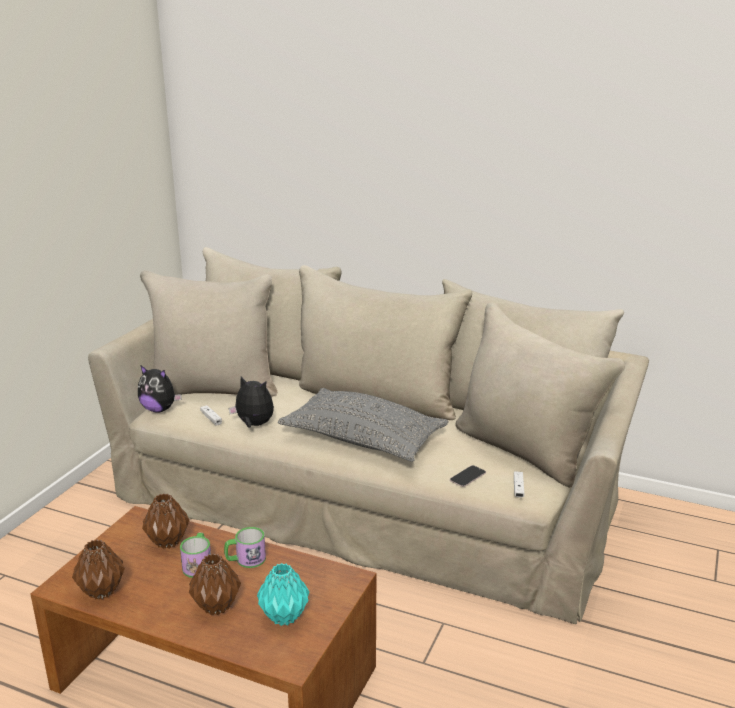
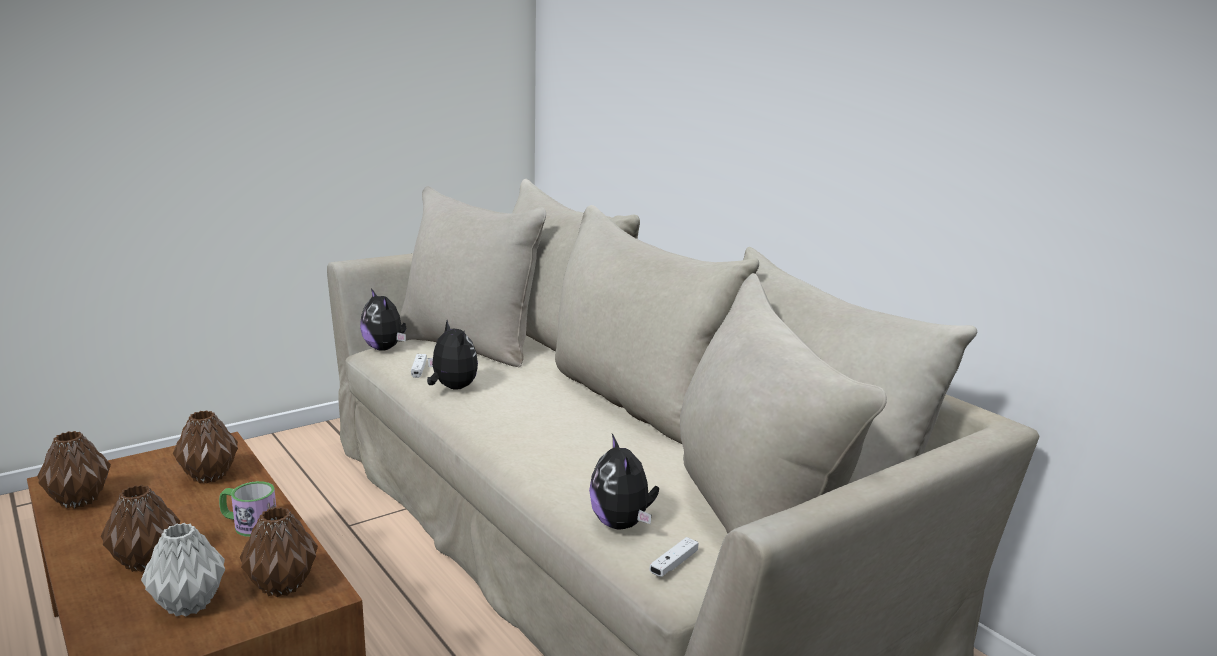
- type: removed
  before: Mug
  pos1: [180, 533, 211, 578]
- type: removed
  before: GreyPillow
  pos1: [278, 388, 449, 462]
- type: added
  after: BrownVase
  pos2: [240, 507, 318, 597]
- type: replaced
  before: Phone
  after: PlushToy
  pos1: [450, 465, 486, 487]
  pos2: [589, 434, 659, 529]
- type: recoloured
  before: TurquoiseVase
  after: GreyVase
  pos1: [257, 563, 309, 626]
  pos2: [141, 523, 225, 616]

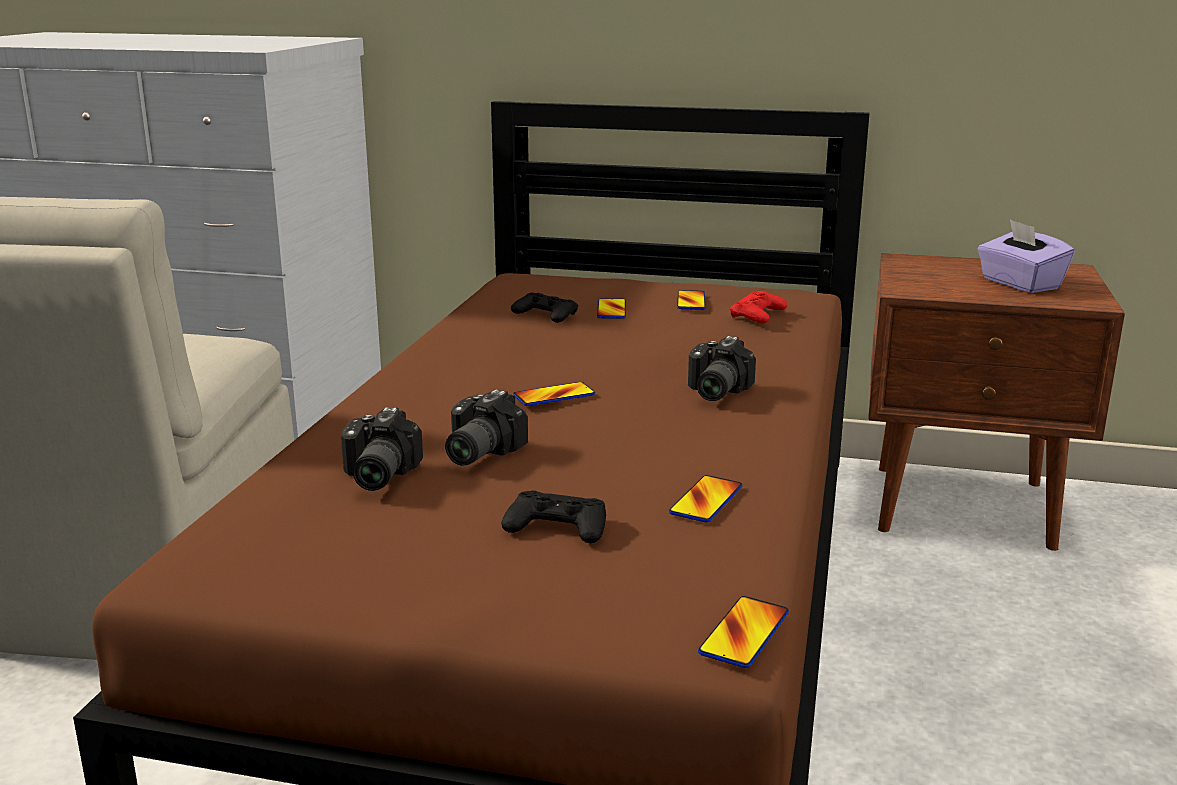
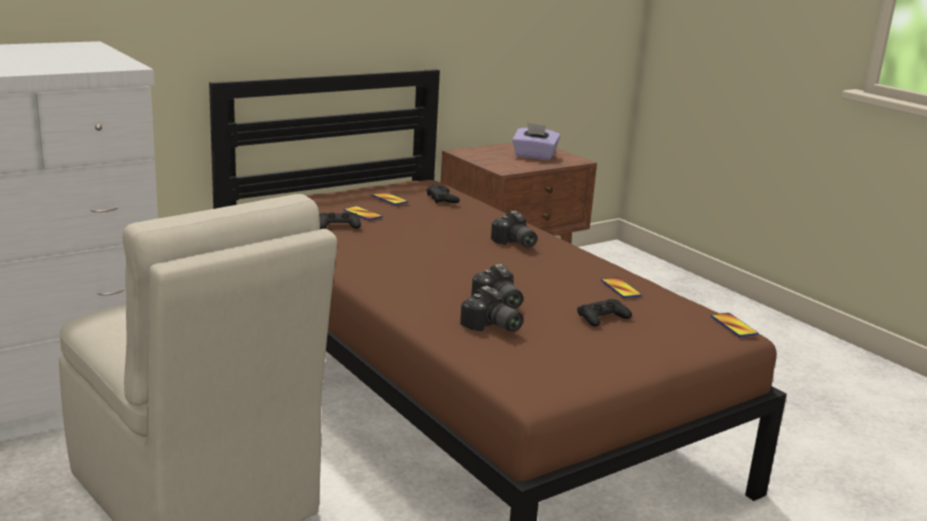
- type: removed
  before: Phone
  pos1: [513, 382, 595, 406]
- type: recoloured
  before: RedGameController
  after: BlackGameController
  pos1: [730, 291, 787, 323]
  pos2: [426, 185, 460, 204]

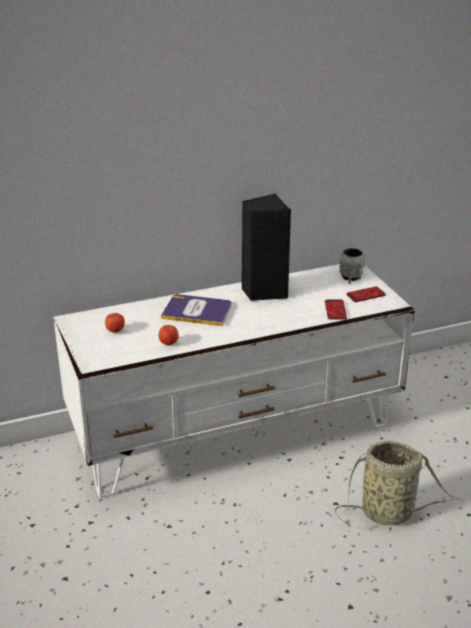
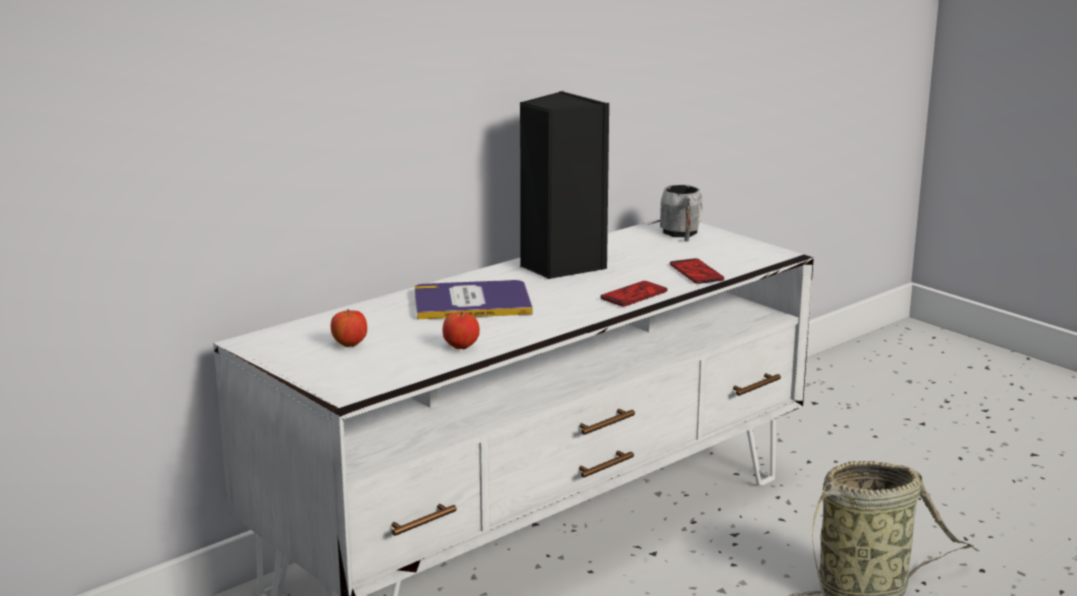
- type: moved
  before: Phone
  pos1: [346, 286, 386, 302]
  pos2: [600, 281, 667, 307]

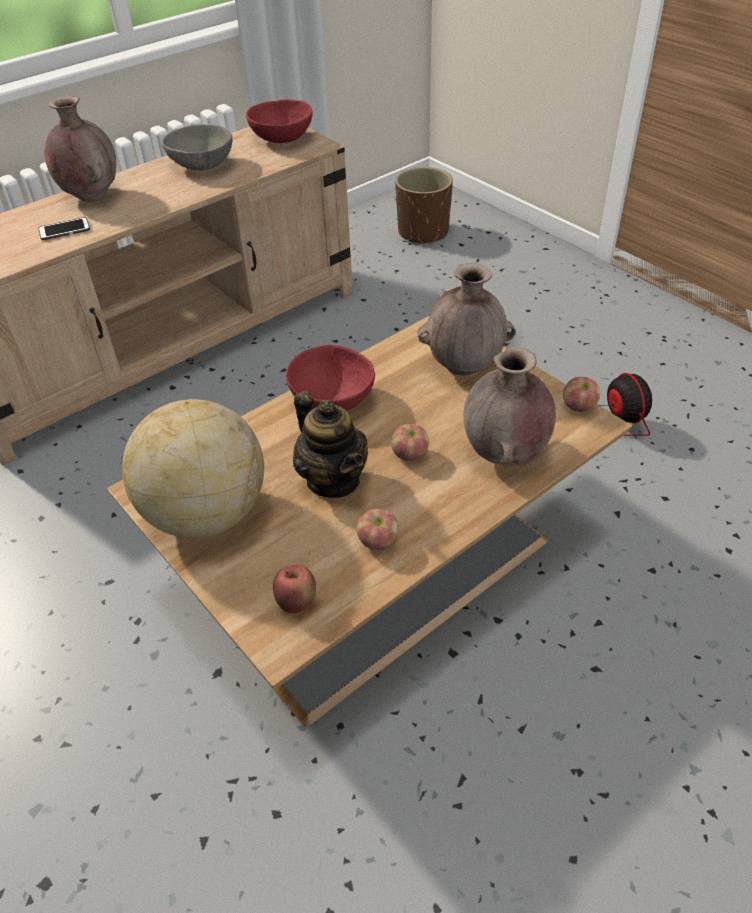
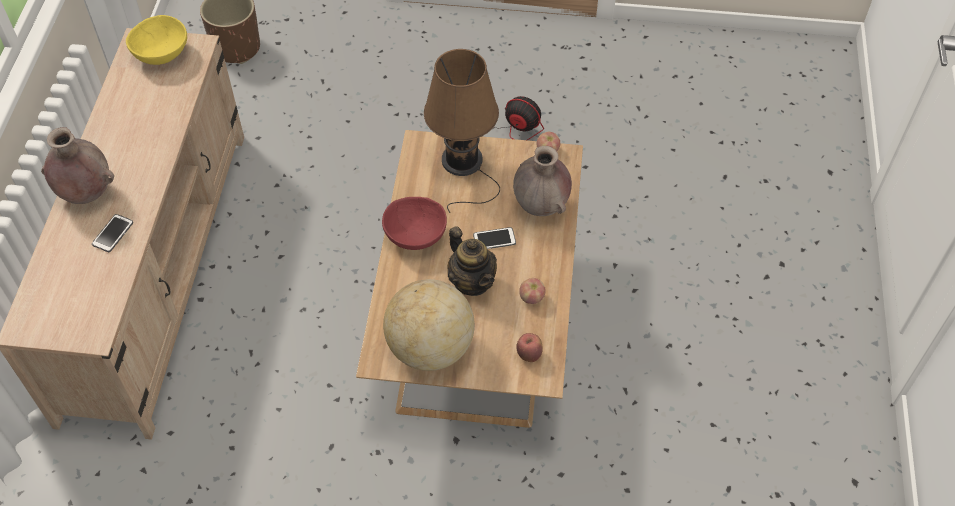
- type: removed
  before: GreyBowl
  pos1: [162, 125, 232, 170]
- type: replaced
  before: Apple
  after: Phone
  pos1: [391, 424, 429, 461]
  pos2: [473, 227, 516, 249]
- type: replaced
  before: BrownVase
  after: BrownTableLamp
  pos1: [417, 263, 516, 376]
  pos2: [424, 49, 500, 213]
- type: recoloured
  before: RedBowl
  after: YellowBowl
  pos1: [246, 99, 313, 143]
  pos2: [126, 15, 187, 65]
- type: turned
  before: Teapot
  pos1: [293, 391, 368, 498]
  pos2: [447, 226, 497, 296]
  turn: 45

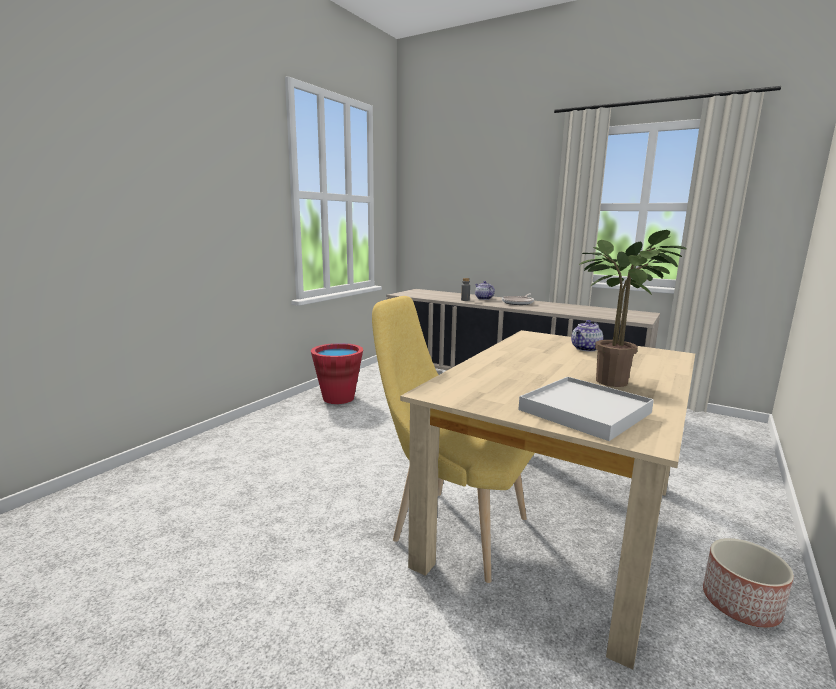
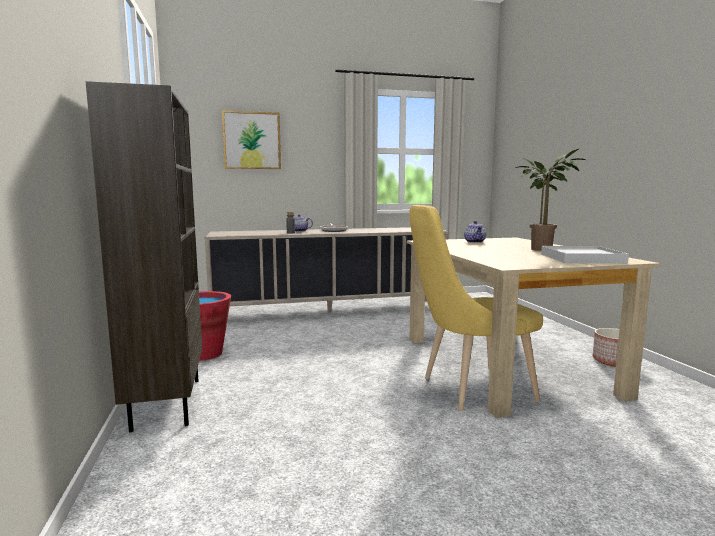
- type: added
  after: BrownBookcase
  pos2: [86, 81, 202, 432]
- type: added
  after: Picture
  pos2: [222, 110, 281, 169]

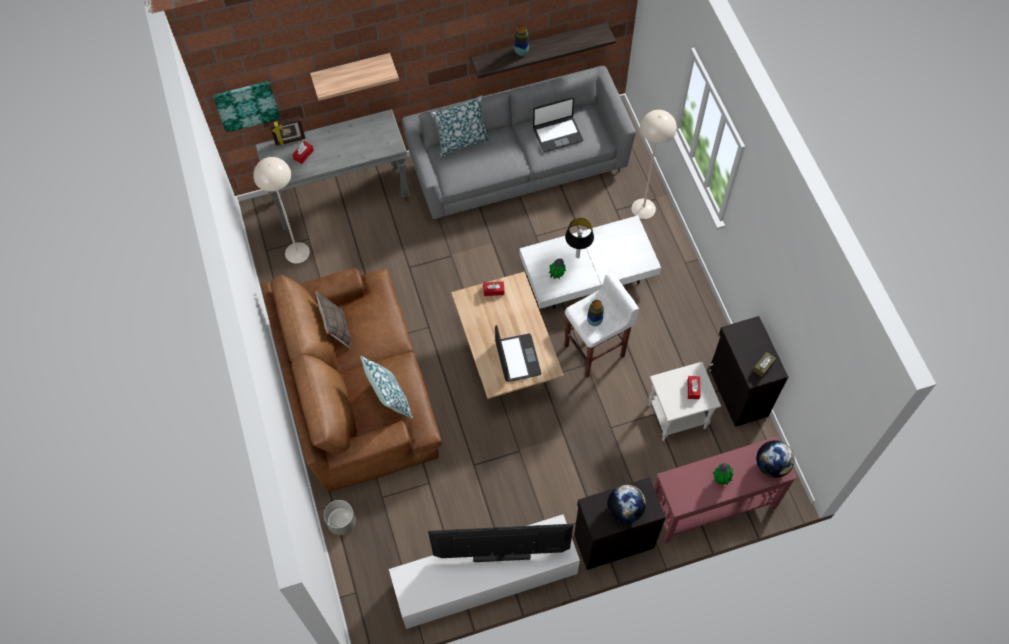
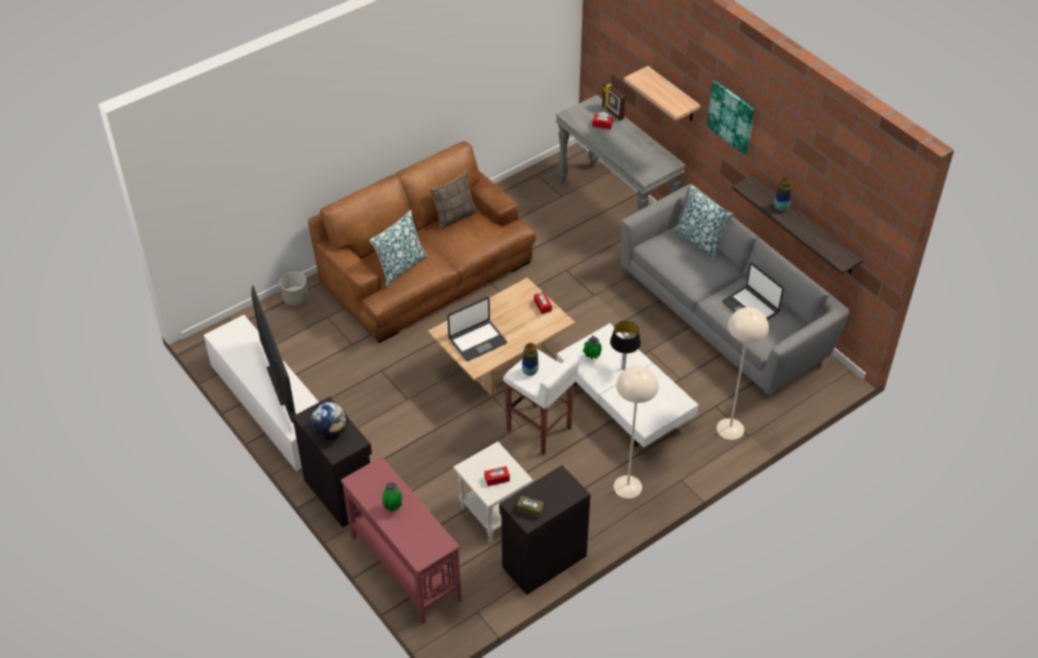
- type: removed
  before: Globe
  pos1: [756, 440, 795, 478]
- type: moved
  before: Picture
  pos1: [213, 81, 280, 133]
  pos2: [707, 80, 754, 155]
- type: moved
  before: BeigeFloorLamp
  pos1: [253, 157, 310, 263]
  pos2: [614, 366, 659, 499]

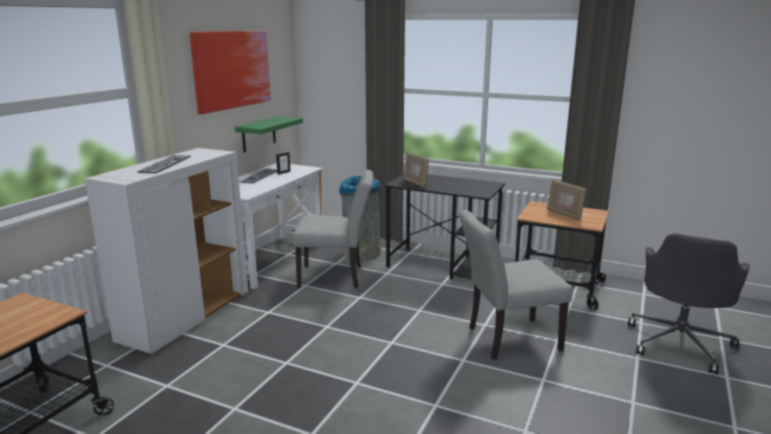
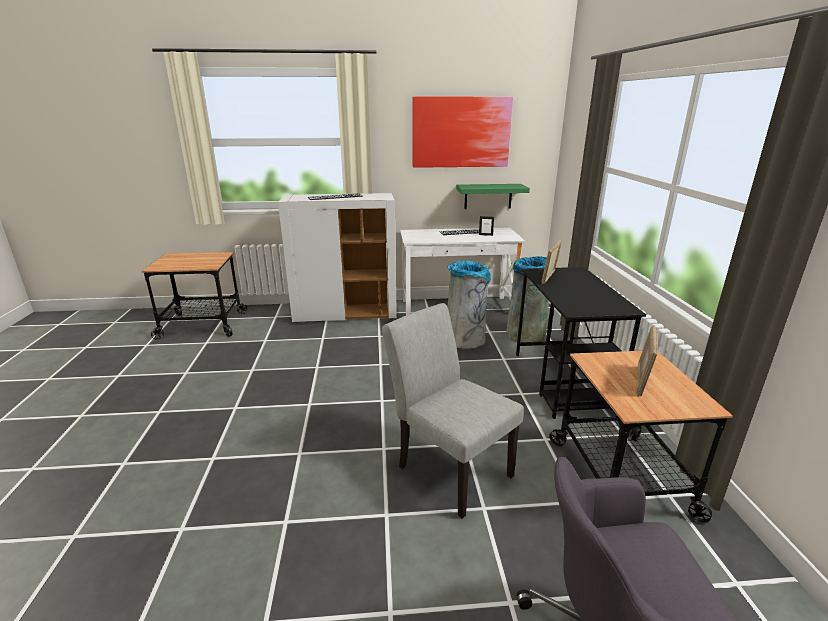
- type: replaced
  before: GreyChair
  after: GreyTrashCan
  pos1: [293, 170, 374, 288]
  pos2: [448, 260, 491, 349]

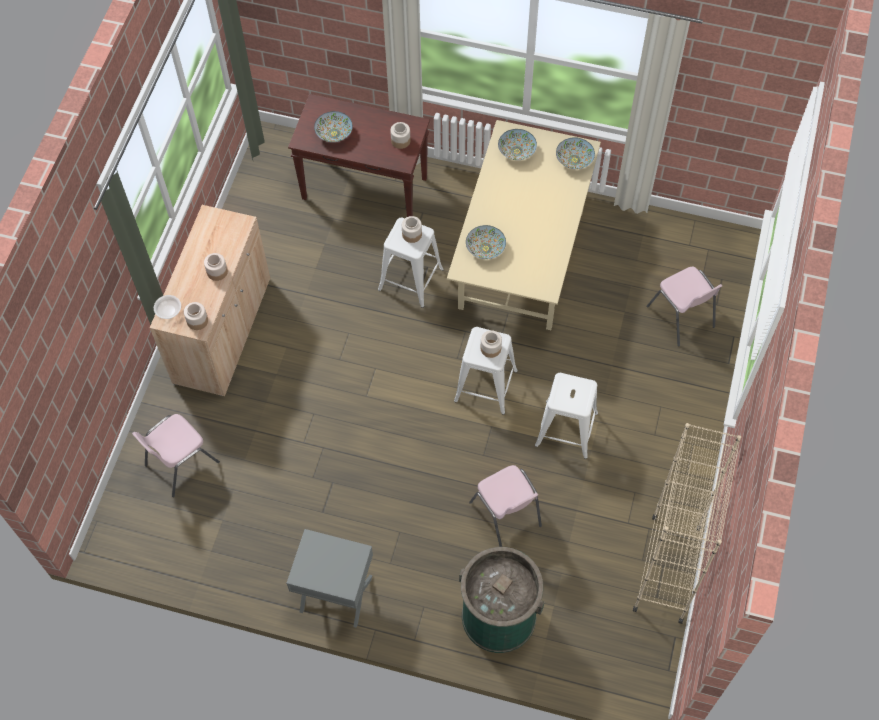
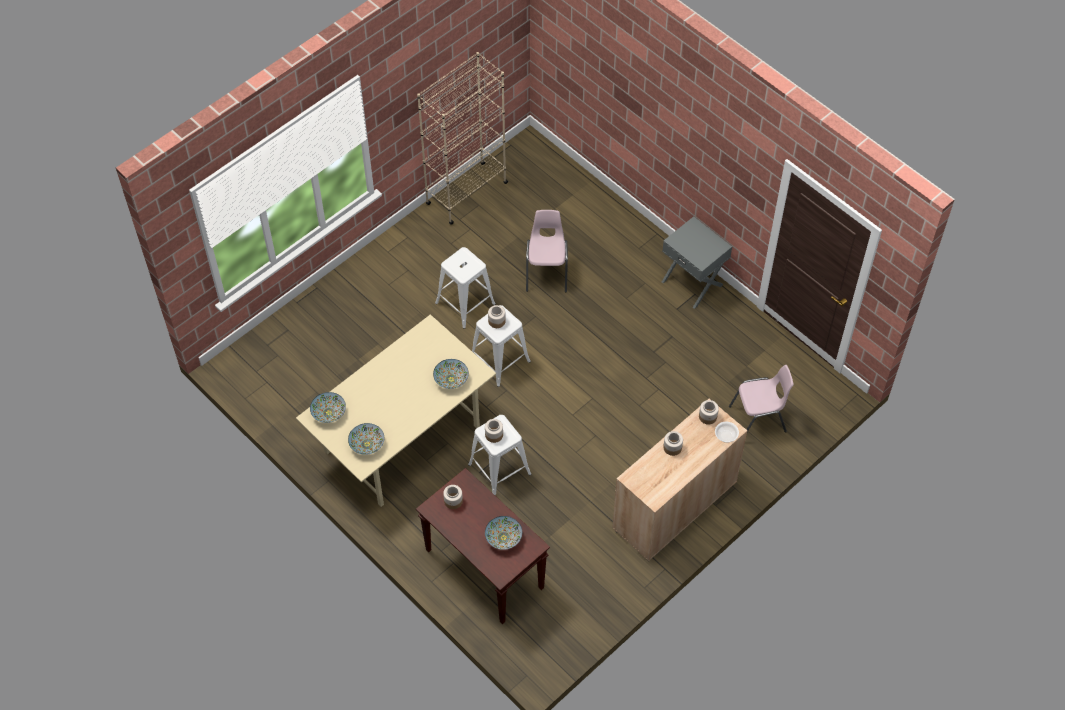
- type: removed
  before: GreenTrashCan
  pos1: [459, 547, 544, 653]
- type: removed
  before: PinkChair
  pos1: [646, 267, 722, 347]

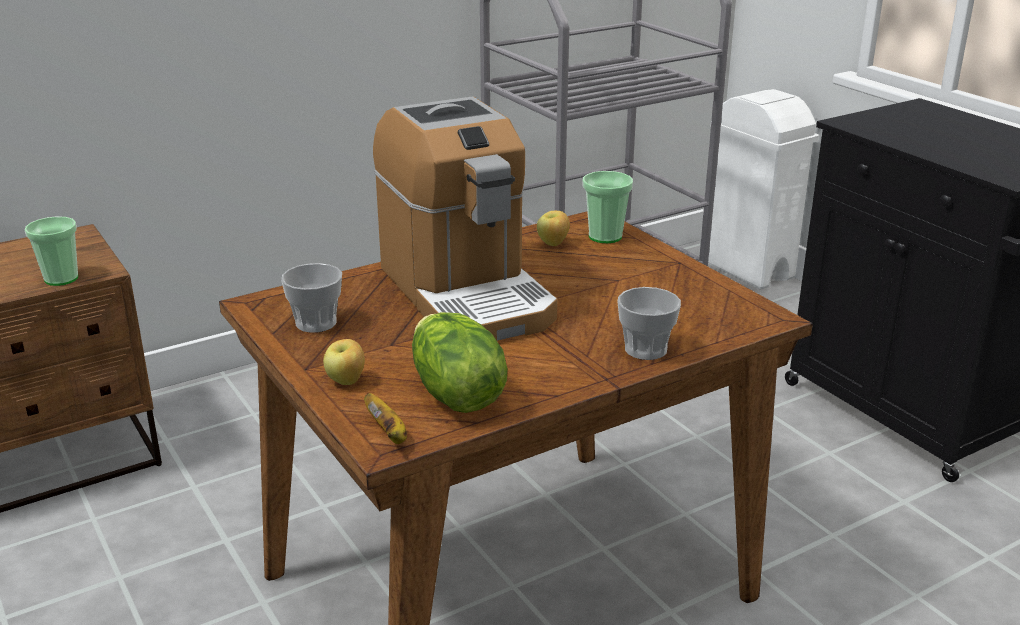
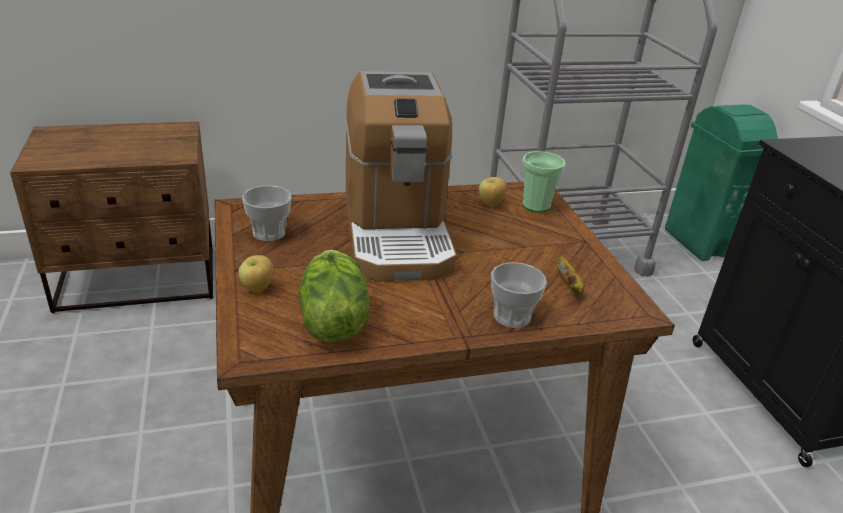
- type: removed
  before: Cup
  pos1: [25, 216, 78, 286]
- type: moved
  before: Banana
  pos1: [364, 393, 407, 444]
  pos2: [555, 255, 584, 296]
- type: recoloured
  before: WhiteTrashCan
  after: GreenTrashCan
  pos1: [708, 89, 819, 289]
  pos2: [665, 104, 778, 261]

